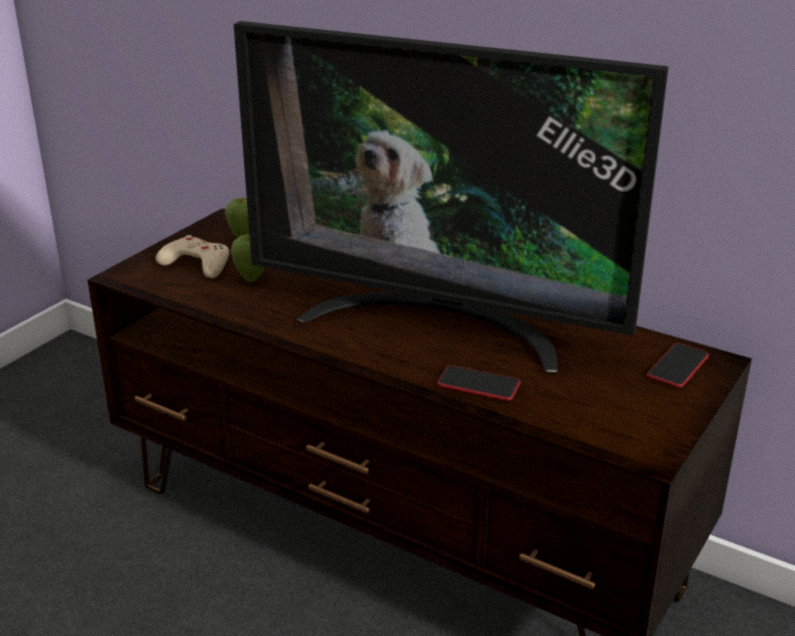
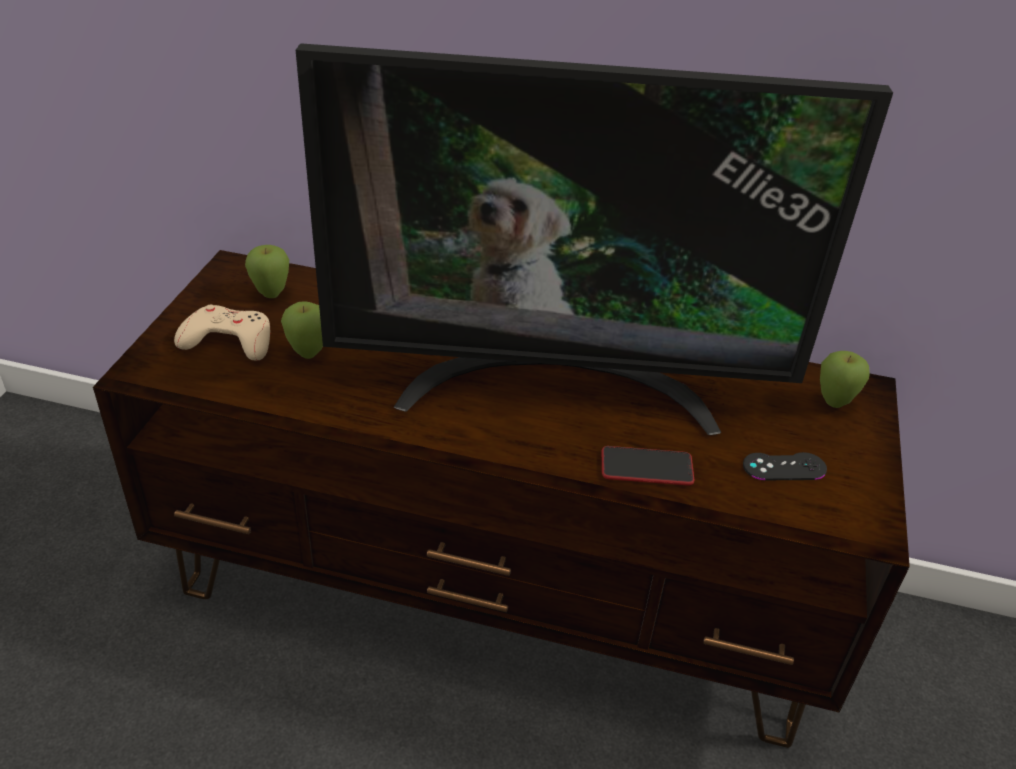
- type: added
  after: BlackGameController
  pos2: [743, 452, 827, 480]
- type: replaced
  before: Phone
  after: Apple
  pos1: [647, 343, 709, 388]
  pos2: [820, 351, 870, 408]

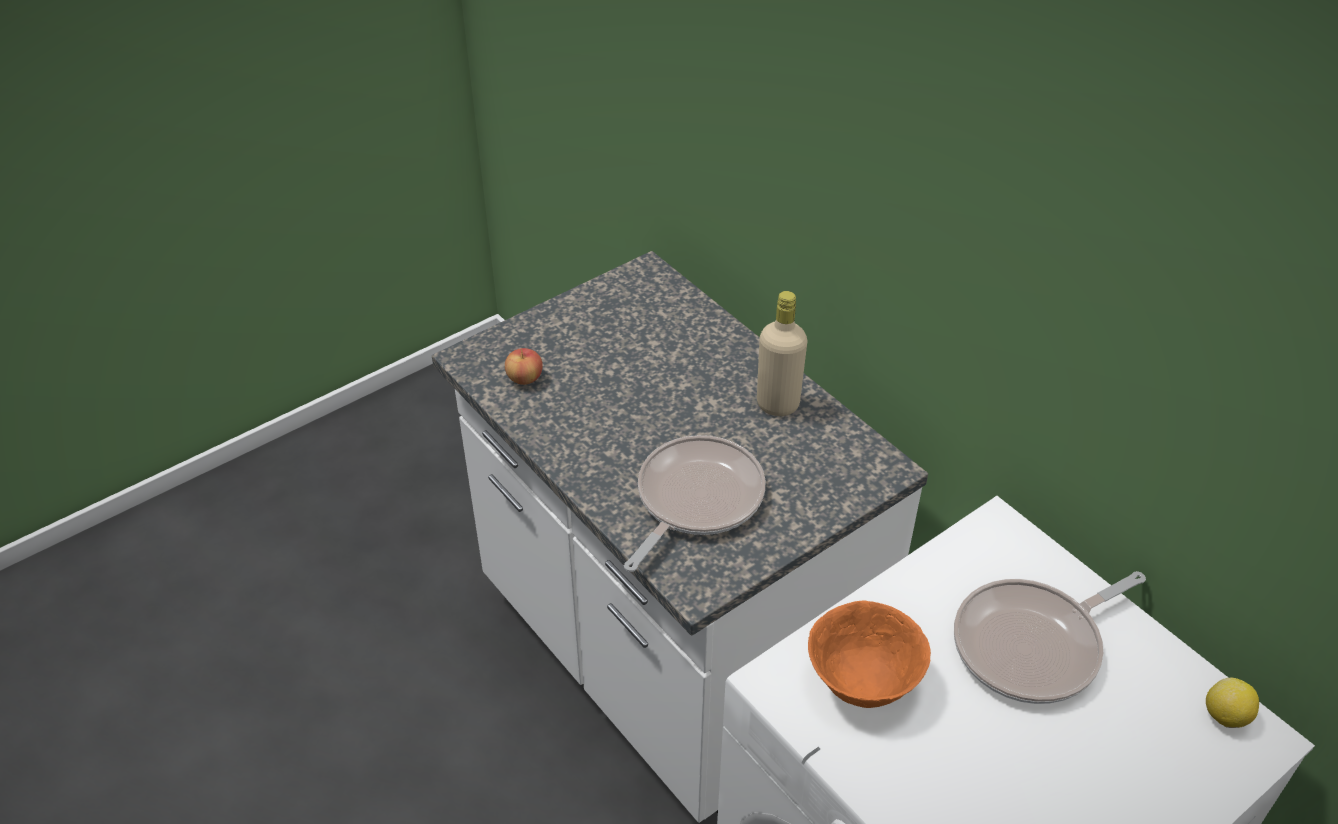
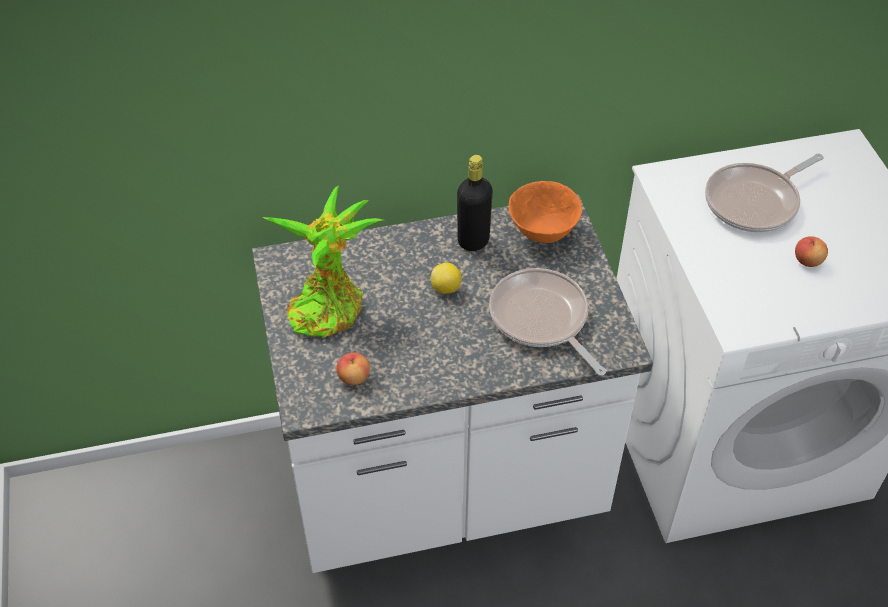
- type: added
  after: PottedPlant
  pos2: [263, 186, 383, 338]
- type: added
  after: Apple
  pos2: [795, 236, 828, 267]
- type: moved
  before: OrangeBowl
  pos1: [808, 601, 931, 708]
  pos2: [509, 181, 582, 243]
- type: moved
  before: Lemon
  pos1: [1206, 678, 1259, 728]
  pos2: [431, 263, 462, 294]
- type: recoloured
  before: BeigeBottle
  after: BlackBottle
  pos1: [757, 291, 807, 416]
  pos2: [457, 155, 493, 251]
- type: turned
  before: FryingPan
  pos1: [954, 571, 1146, 704]
  pos2: [705, 153, 824, 232]
  turn: 60

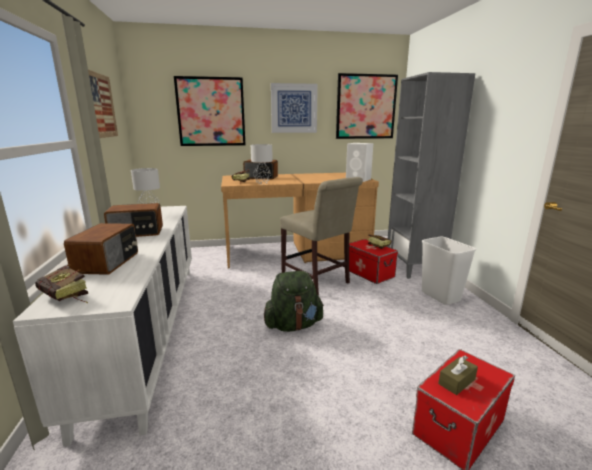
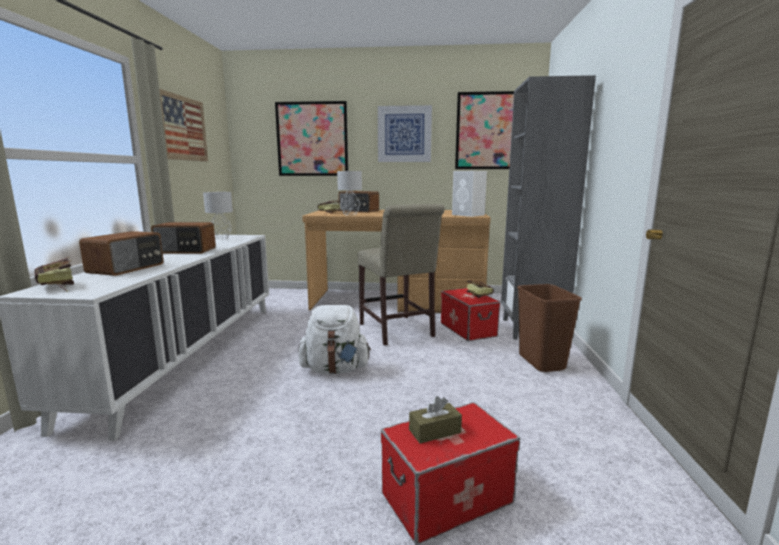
- type: recoloured
  before: GreenBackpack
  after: WhiteBackpack
  pos1: [264, 271, 324, 332]
  pos2: [298, 305, 371, 374]
- type: recoloured
  before: WhiteTrashCan
  after: BrownTrashCan
  pos1: [422, 237, 476, 305]
  pos2: [517, 284, 582, 372]

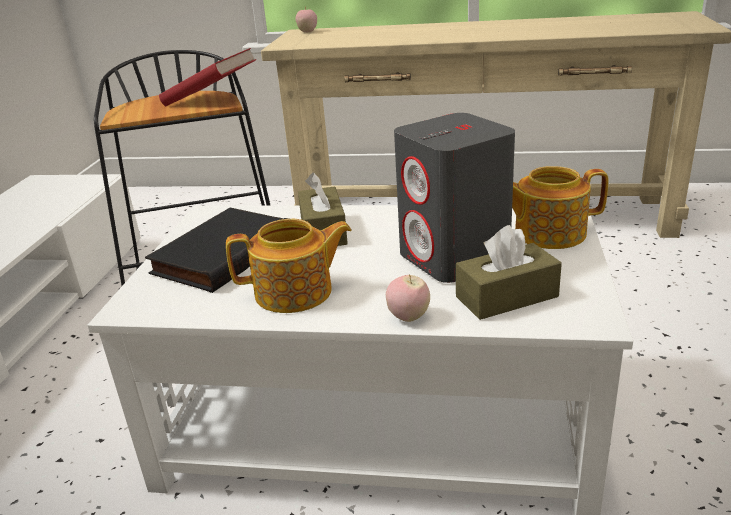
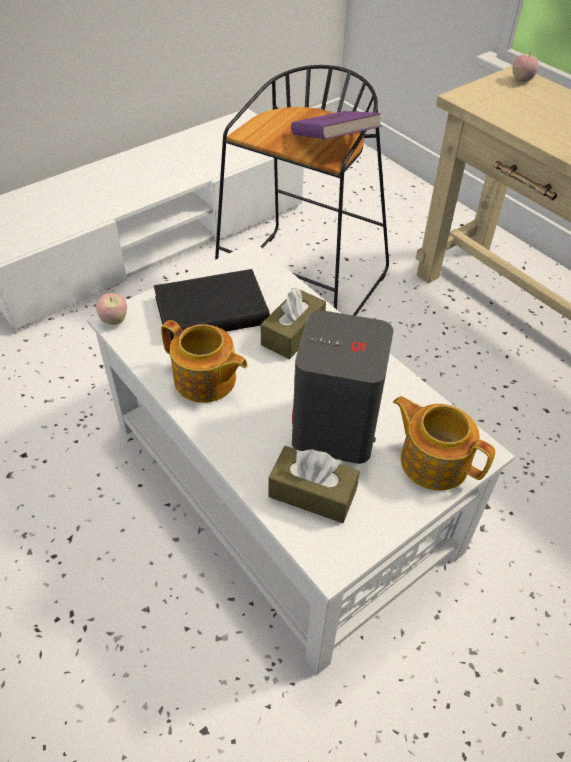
- type: moved
  before: Apple
  pos1: [386, 274, 430, 322]
  pos2: [96, 293, 127, 325]
- type: recoloured
  before: RedBook
  after: PurpleBook
  pos1: [159, 48, 256, 106]
  pos2: [291, 111, 382, 139]

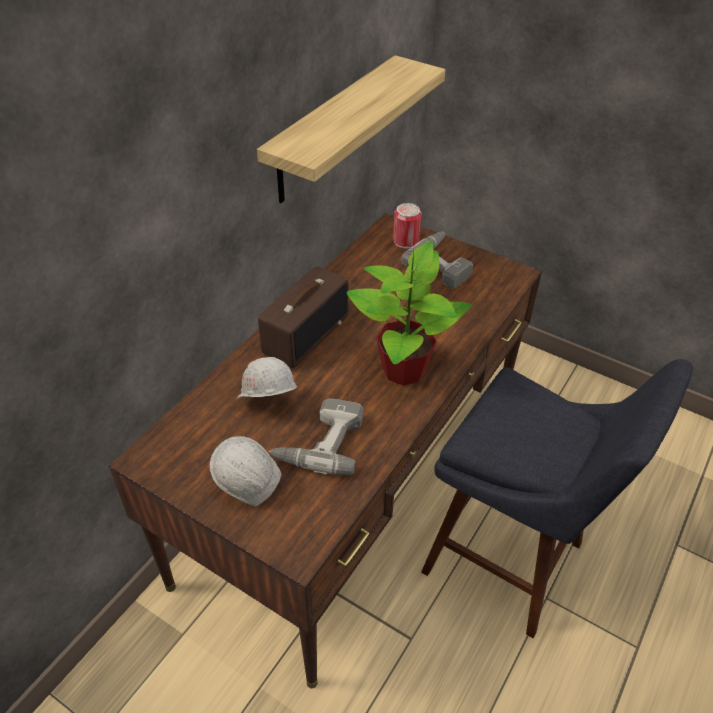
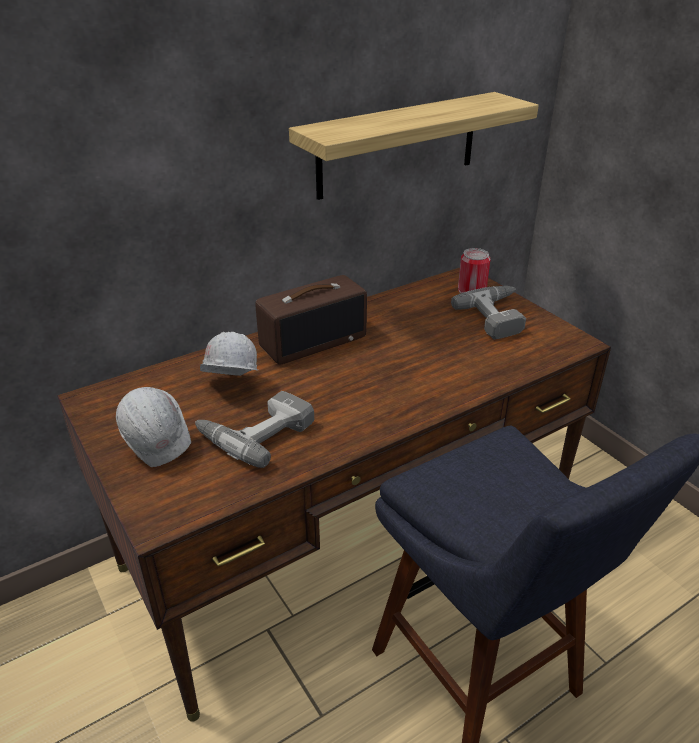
- type: removed
  before: PottedPlant
  pos1: [347, 241, 472, 385]

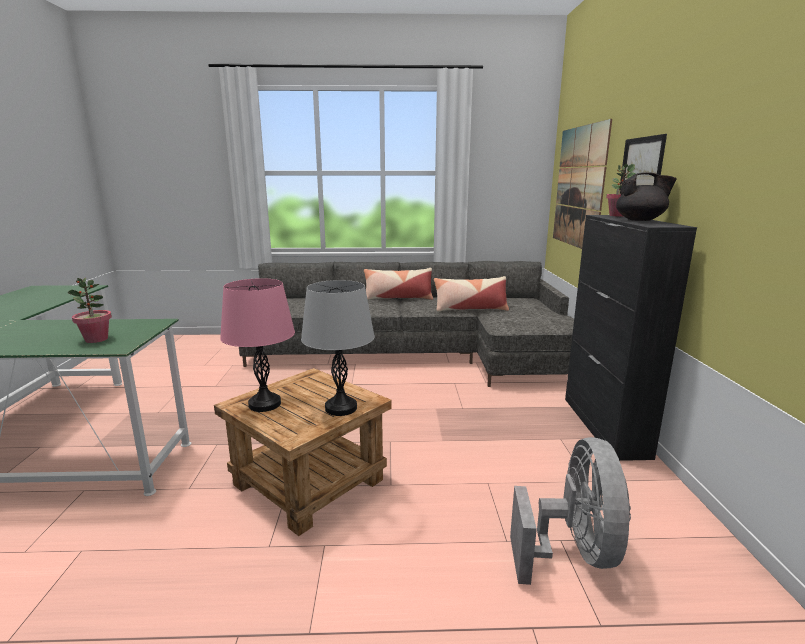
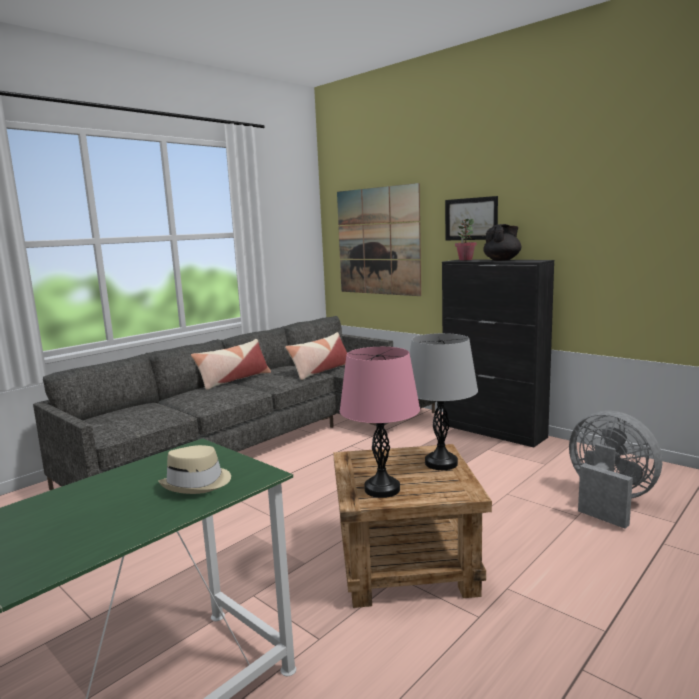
- type: replaced
  before: PottedPlant
  after: BeigeHat
  pos1: [68, 278, 112, 343]
  pos2: [158, 445, 231, 494]

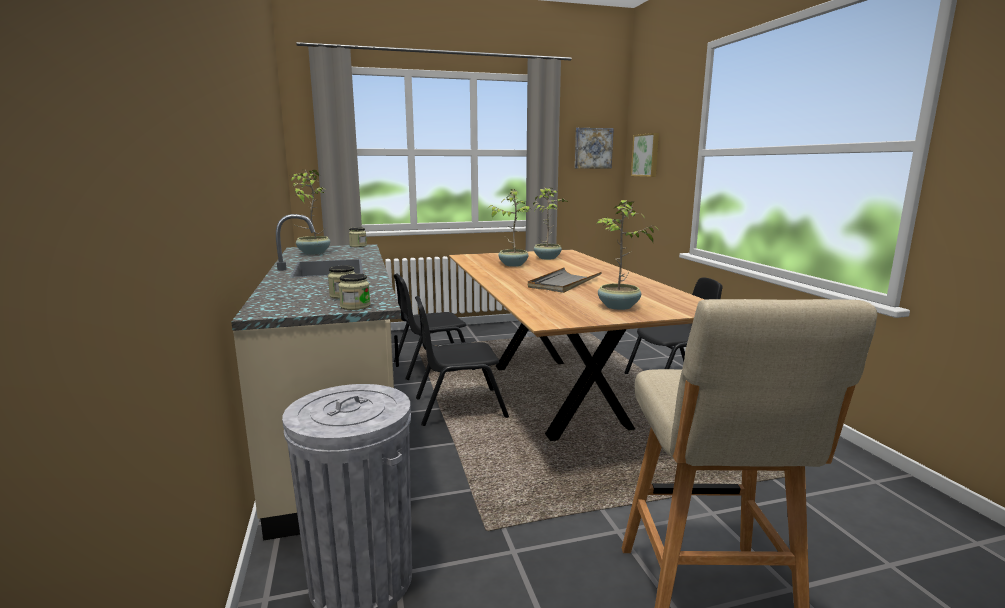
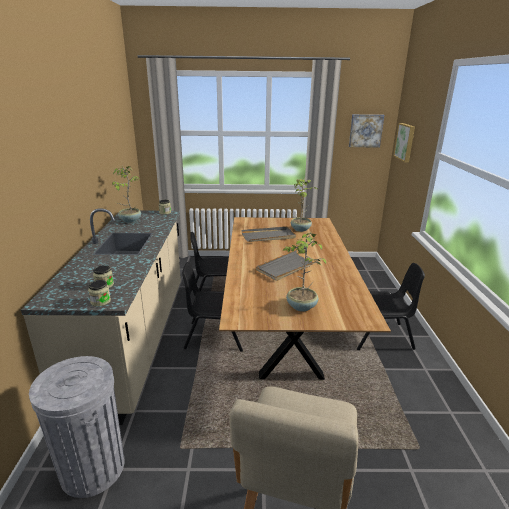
- type: replaced
  before: PottedPlant
  after: GreyTray
  pos1: [488, 189, 530, 267]
  pos2: [241, 227, 296, 242]

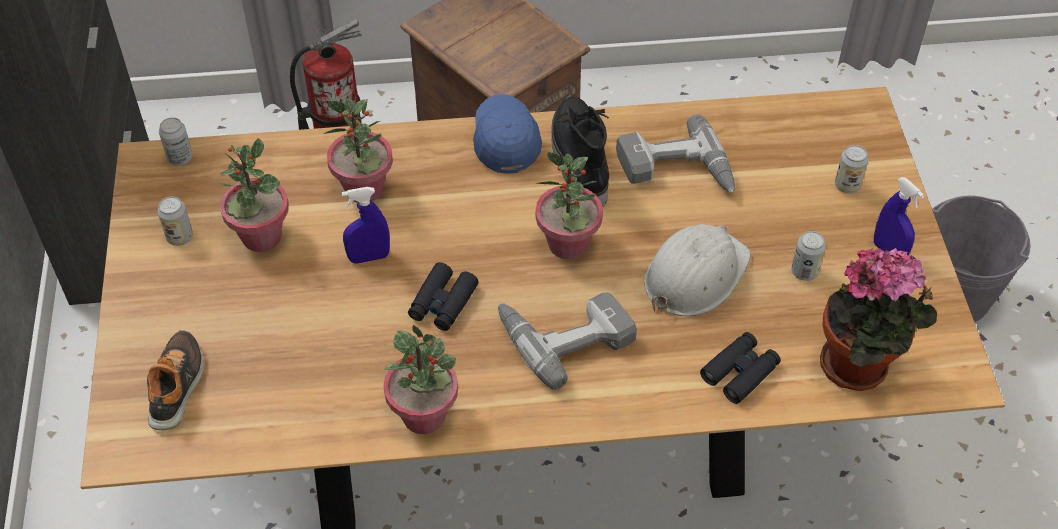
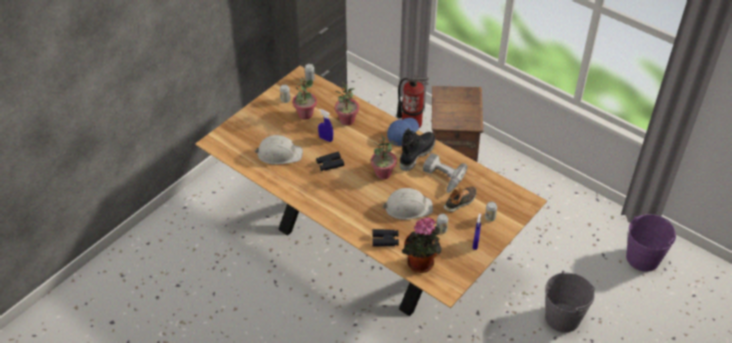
- type: removed
  before: PottedPlant
  pos1: [383, 325, 458, 434]
- type: removed
  before: PowerDrill
  pos1: [498, 293, 637, 390]
- type: added
  after: WhiteHardHat
  pos2: [255, 135, 303, 164]
- type: added
  after: PurpleBucket
  pos2: [626, 214, 676, 272]
- type: moved
  before: Shoe
  pos1: [147, 330, 204, 430]
  pos2: [444, 186, 477, 212]

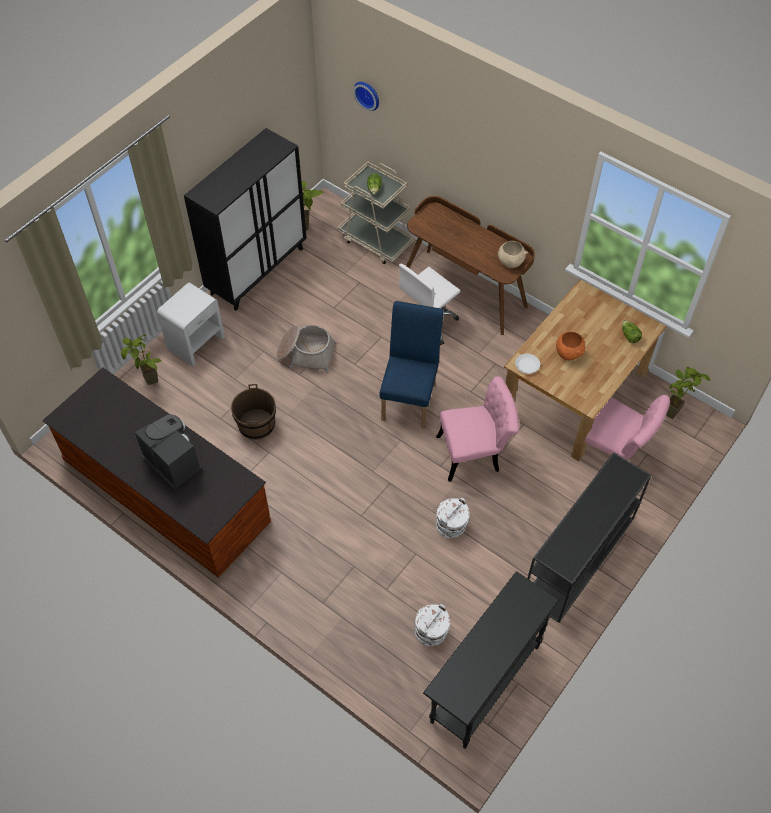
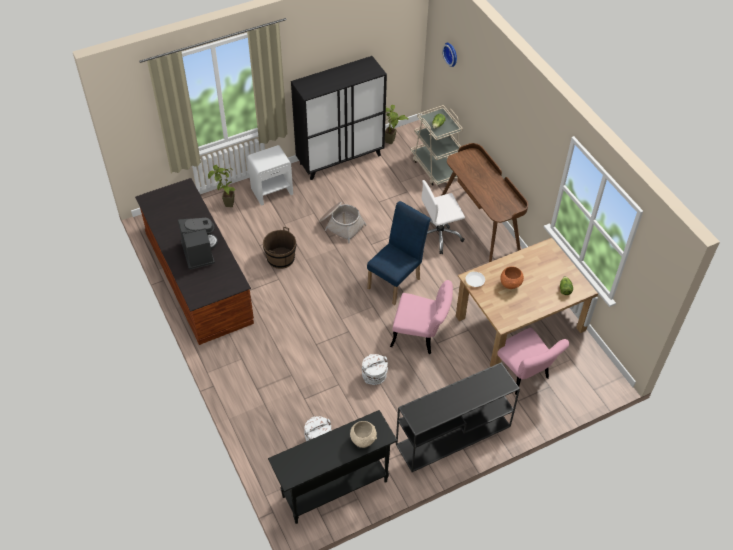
- type: removed
  before: PottedPlant
  pos1: [666, 367, 710, 419]
- type: moved
  before: BeigeBowl
  pos1: [498, 241, 528, 268]
  pos2: [350, 421, 377, 448]

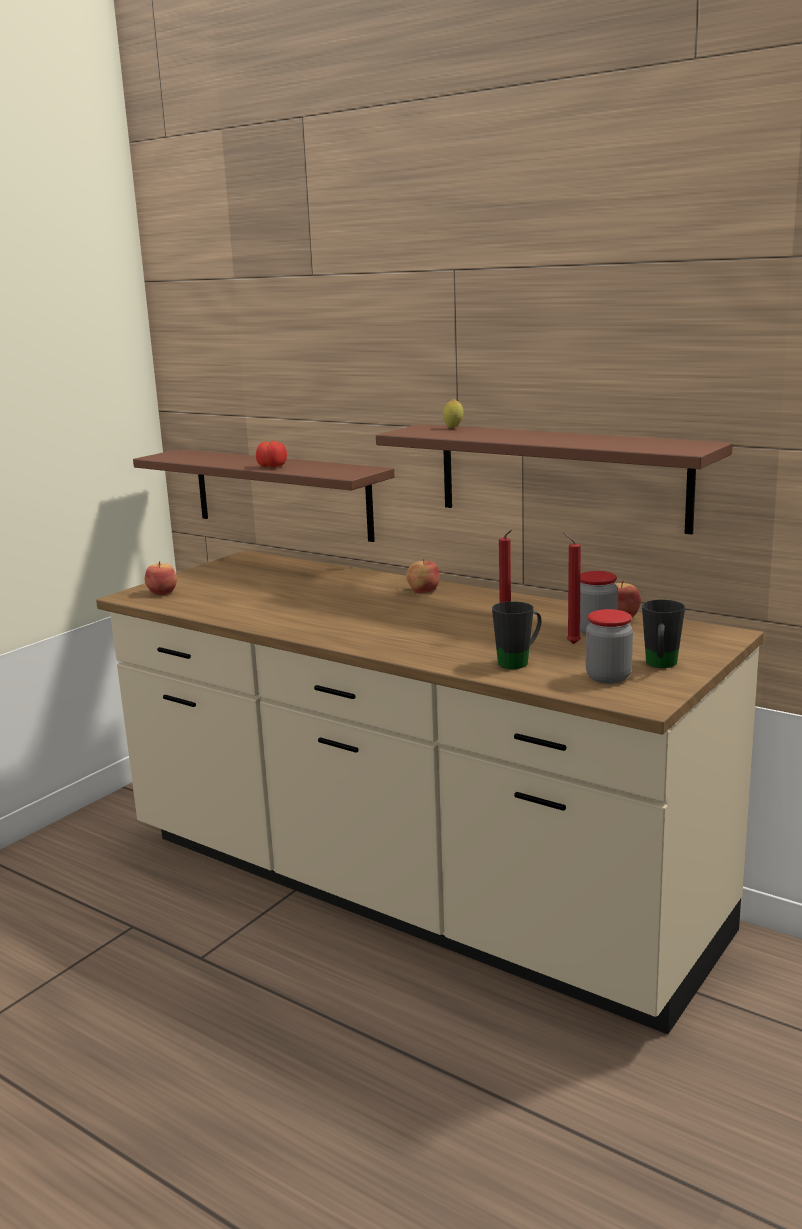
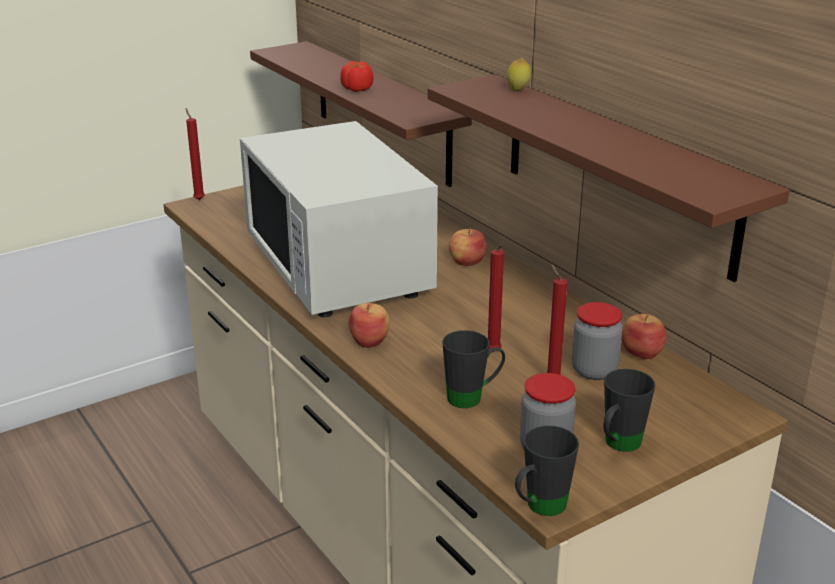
- type: added
  after: RedCandle
  pos2: [186, 108, 205, 200]
- type: added
  after: WhiteMicrowave
  pos2: [240, 121, 438, 317]
- type: added
  after: BlackMug
  pos2: [515, 426, 579, 516]
- type: moved
  before: Apple
  pos1: [145, 561, 177, 596]
  pos2: [349, 303, 390, 348]

